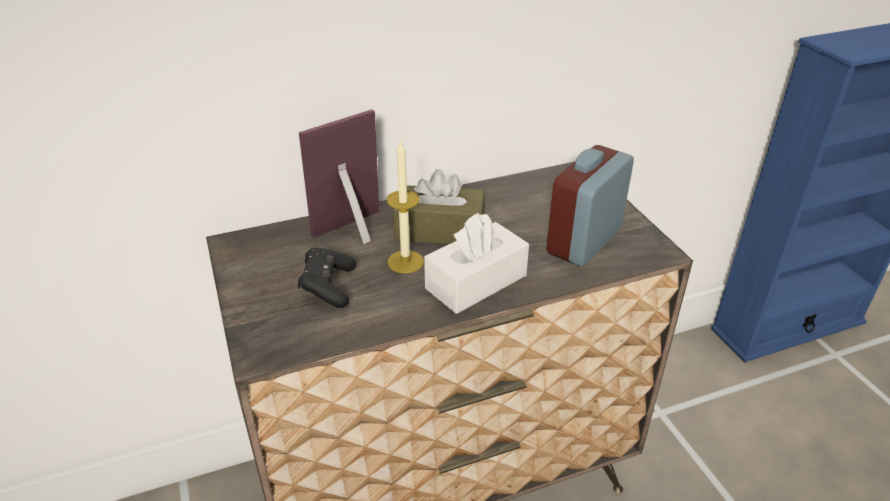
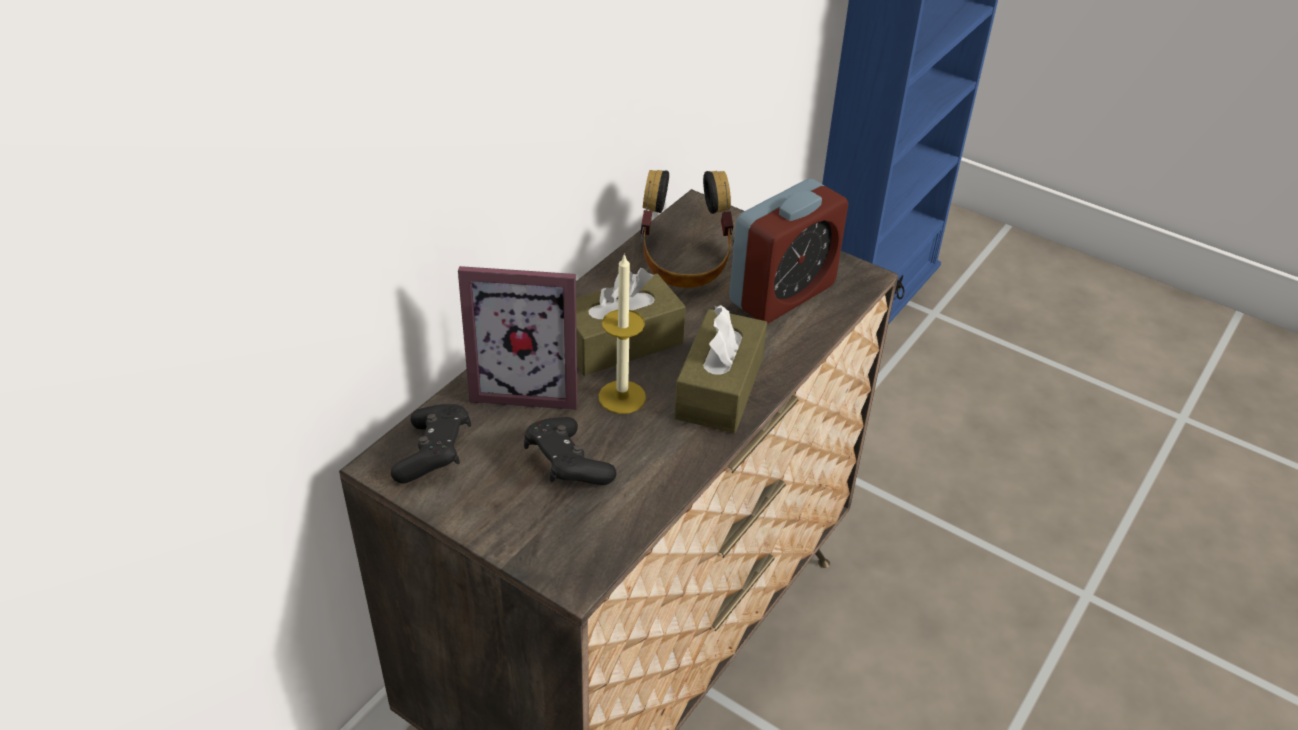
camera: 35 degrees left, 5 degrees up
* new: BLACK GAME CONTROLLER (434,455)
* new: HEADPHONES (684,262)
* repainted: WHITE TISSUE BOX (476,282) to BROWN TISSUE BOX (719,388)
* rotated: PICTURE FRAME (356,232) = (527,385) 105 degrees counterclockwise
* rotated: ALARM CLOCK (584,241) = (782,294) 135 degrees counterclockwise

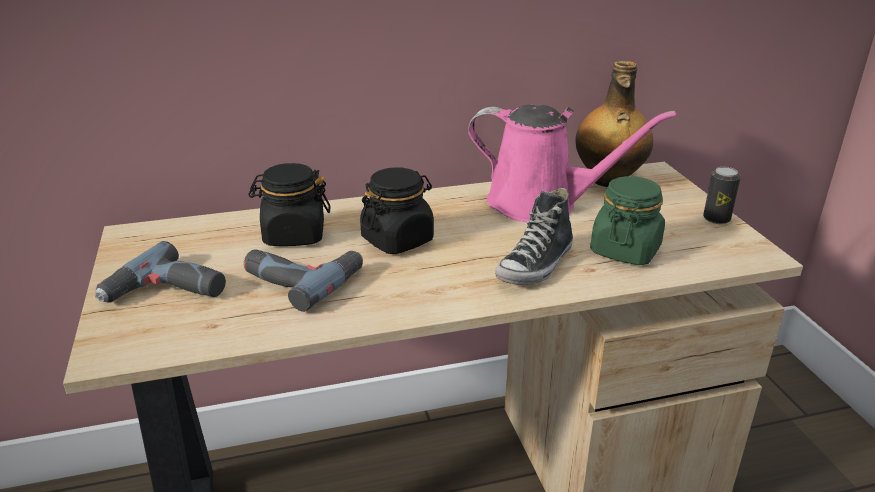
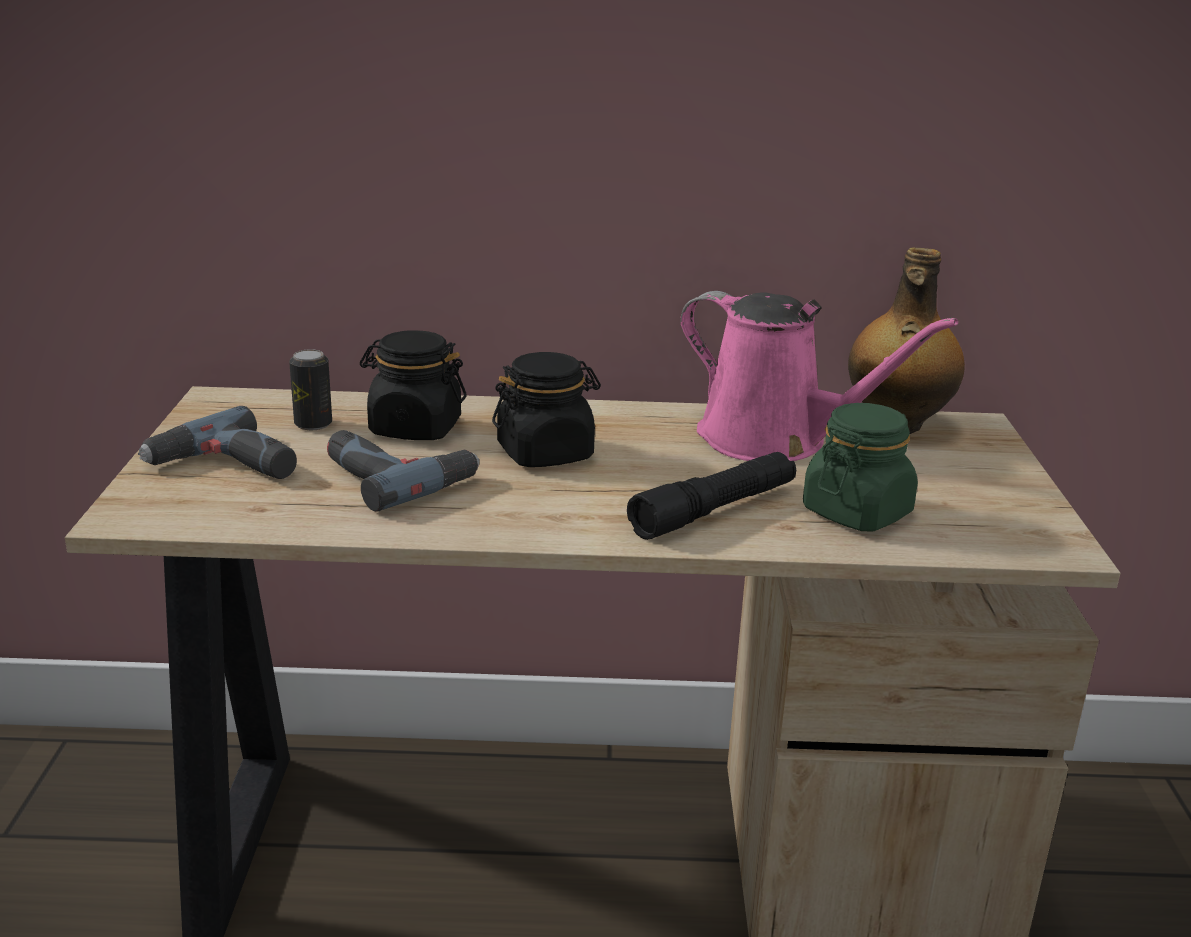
camera: 15 degrees right, 5 degrees down
* shifted: CAN (716,219) to (313,424)
* swapped: SHOE (536,265) to BLACK FLASHLIGHT (714,510)

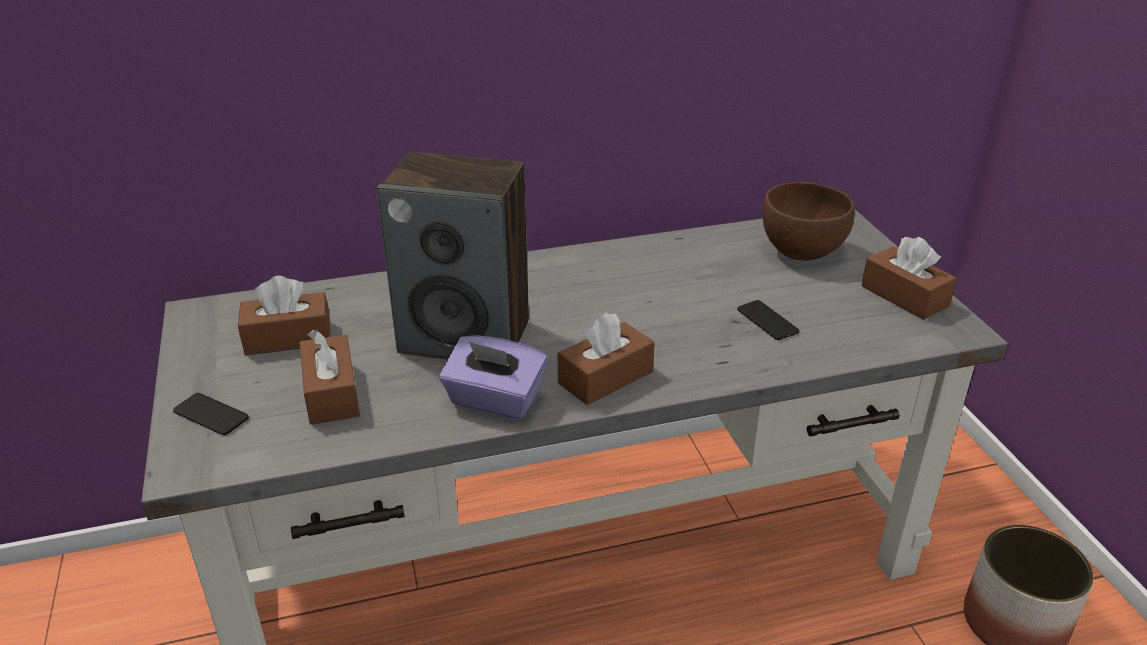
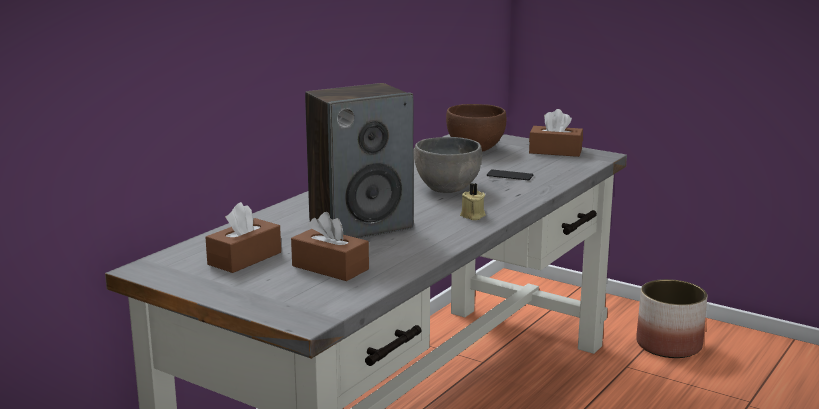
camera: 40 degrees left, 15 degrees down
* gone: PHONE (211,415)
* gone: PURPLE TISSUE BOX (494,401)
* new: GREY BOWL (447,189)
* swapped: BROWN TISSUE BOX (605,377) to BEIGE CANDLE (472,216)

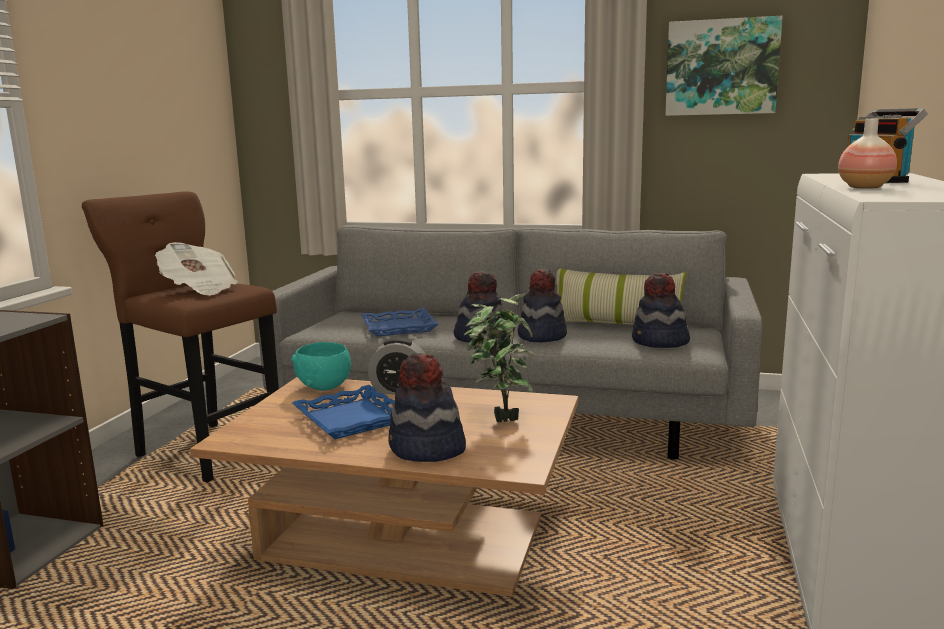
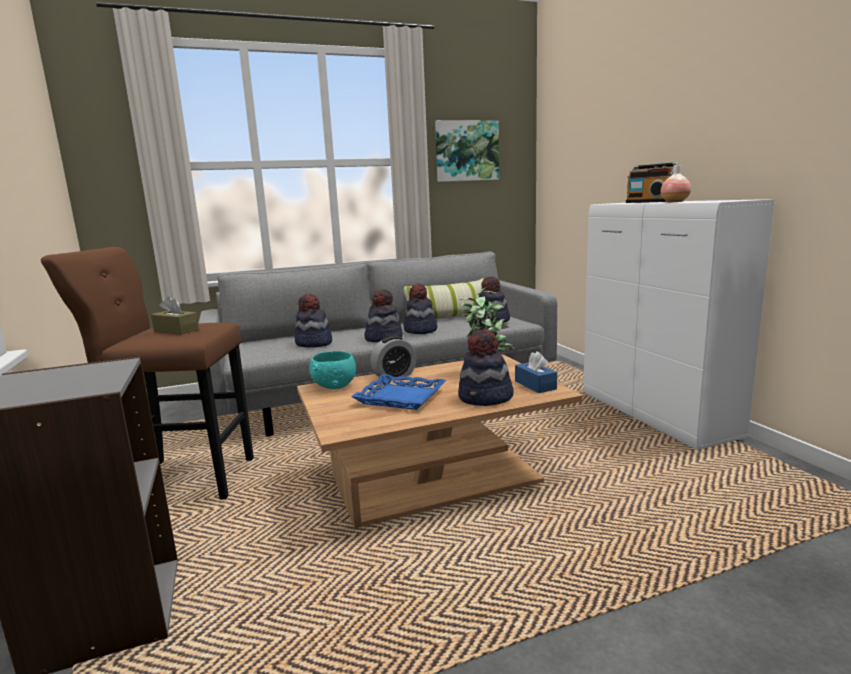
camera: 35 degrees left, 0 degrees up
* new: BLUE TISSUE BOX (535,385)
* swapped: NEWSPAPER (199,289) to BROWN TISSUE BOX (176,330)
* swapped: BLUE TRAY (399,328) to HAT (313,343)

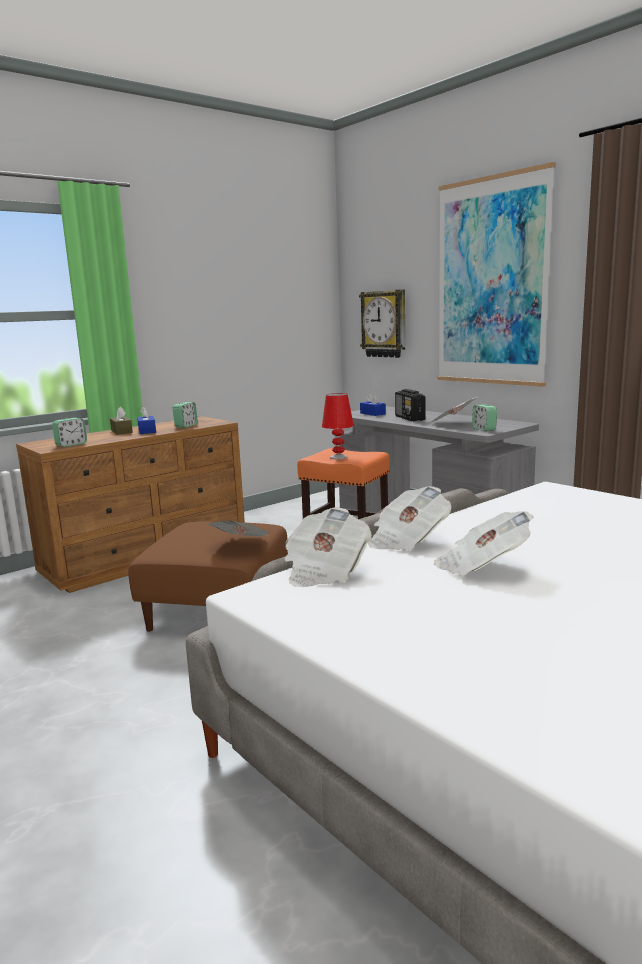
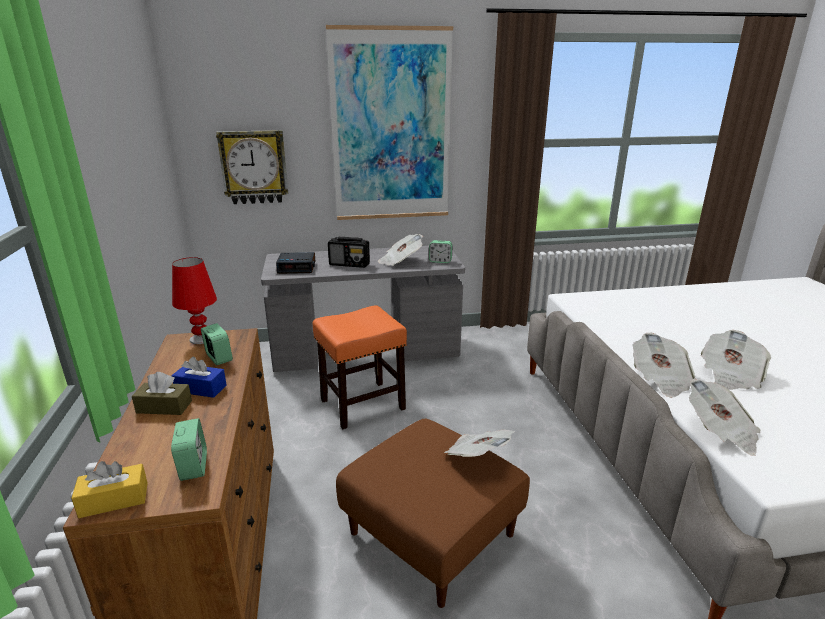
camera: 60 degrees left, 10 degrees up
* new: YELLOW TISSUE BOX (114,500)
* shifted: RED TABLE LAMP (339,457) to (202,338)
* swapped: BLUE TISSUE BOX (372,413) to ALARM CLOCK (297,267)

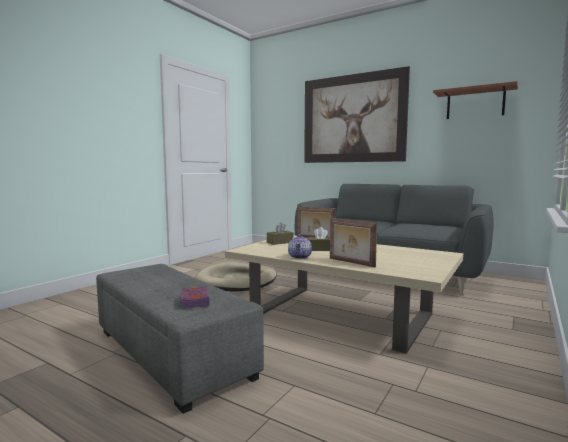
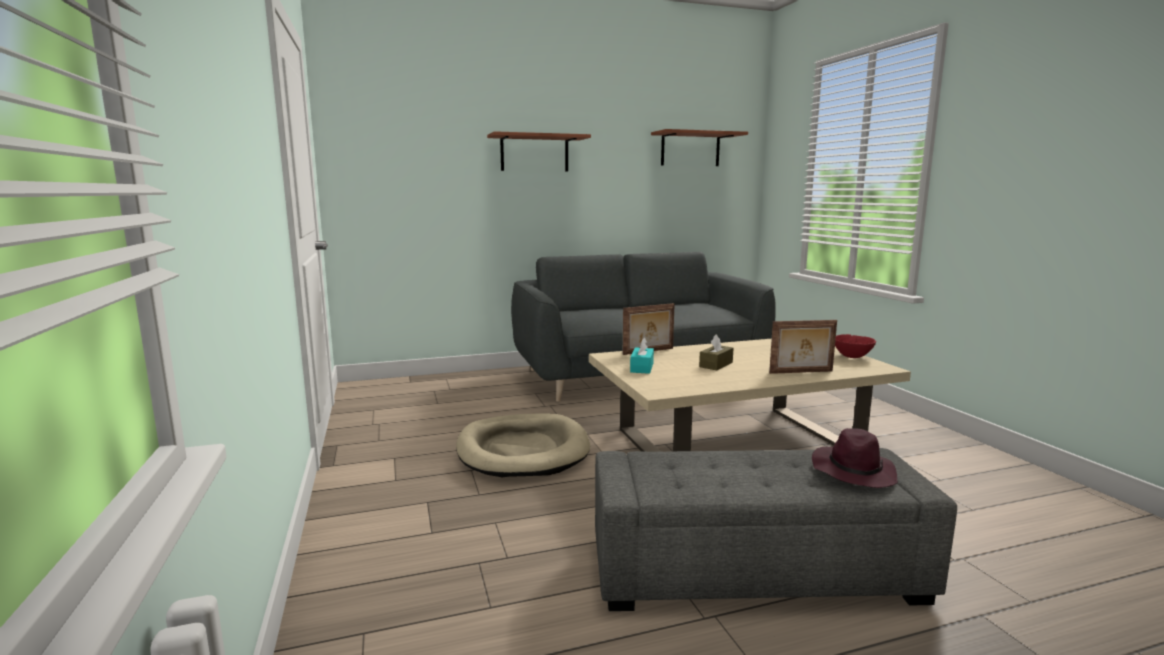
camera: 50 degrees left, 5 degrees up
* gone: TEAPOT (300,257)
* new: RED BOWL (852,357)
* swapped: PURPLE BOOK (194,301) to PURPLE HAT (853,472)
* swapped: PICTURE (353,119) to SHELF (534,153)
* repainted: BROWN TISSUE BOX (280,242) to TURQUOISE TISSUE BOX (642,367)

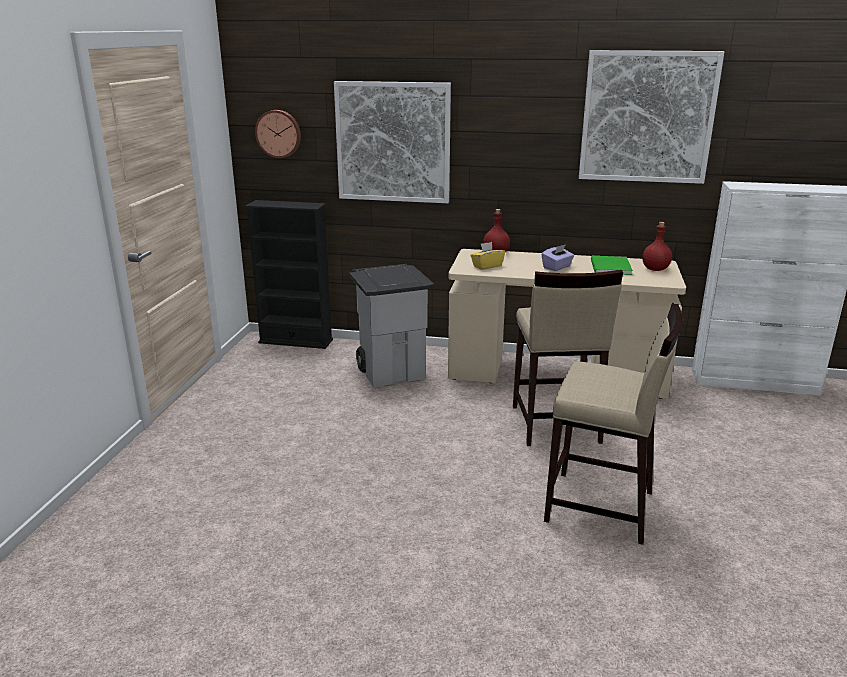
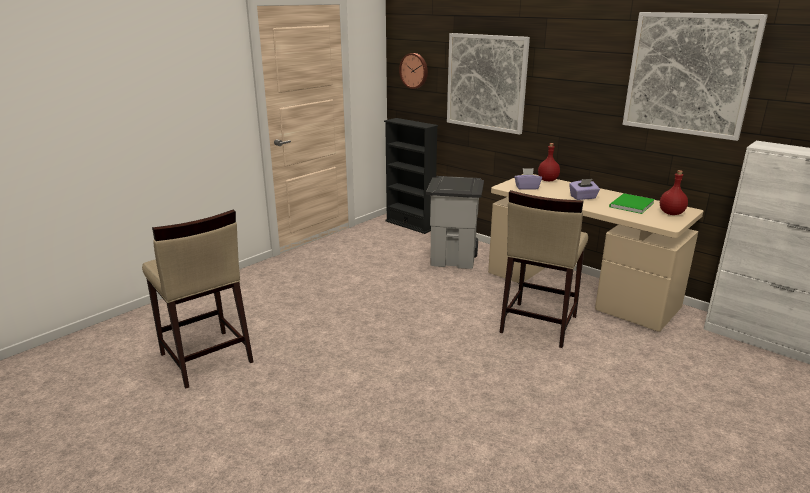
camera: 30 degrees right, 0 degrees up
* shifted: BEIGE STOOL (600,507) to (206,359)
* repainted: YELLOW TISSUE BOX (487,266) to PURPLE TISSUE BOX (527,187)

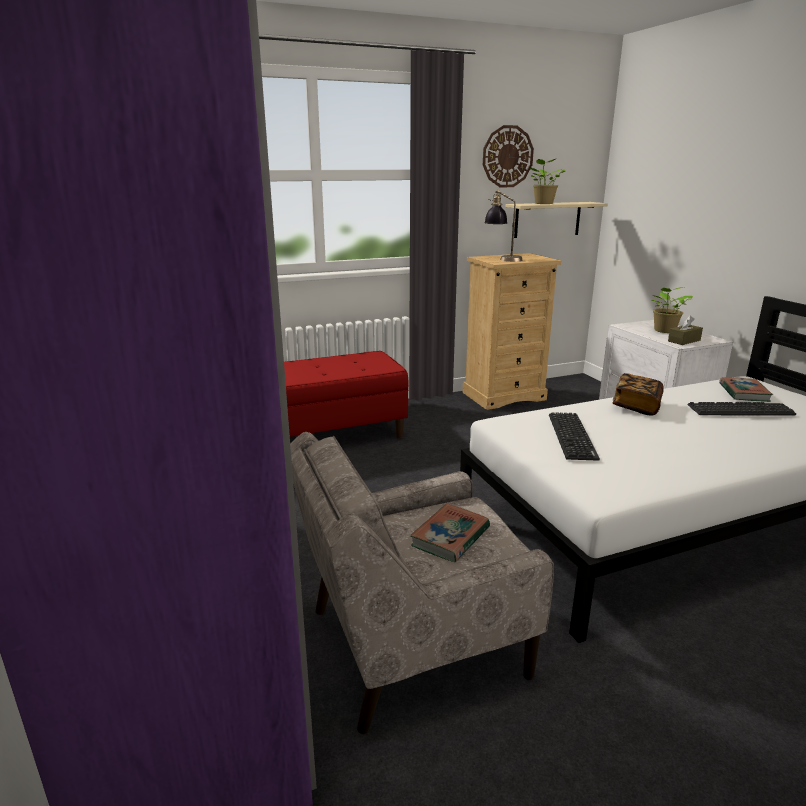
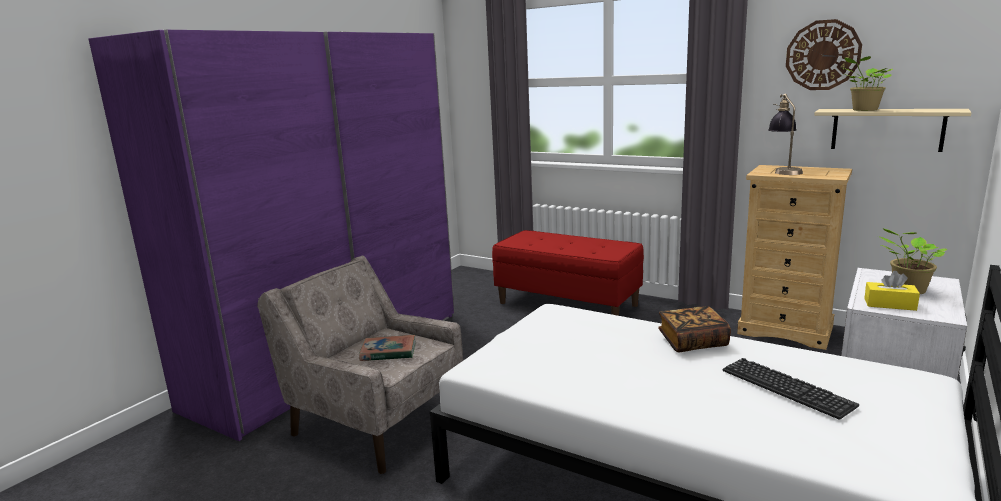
camera: 55 degrees right, 5 degrees down
* gone: KEYBOARD (572,436)
* gone: BOOK (743,393)
* repainted: BROWN TISSUE BOX (684,341) to YELLOW TISSUE BOX (889,304)

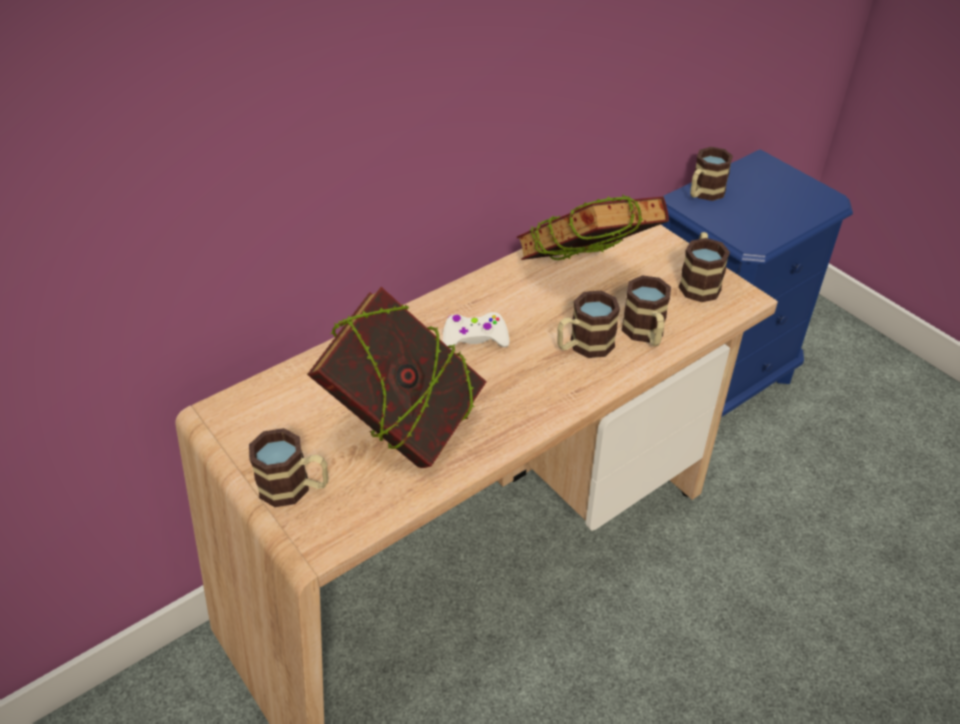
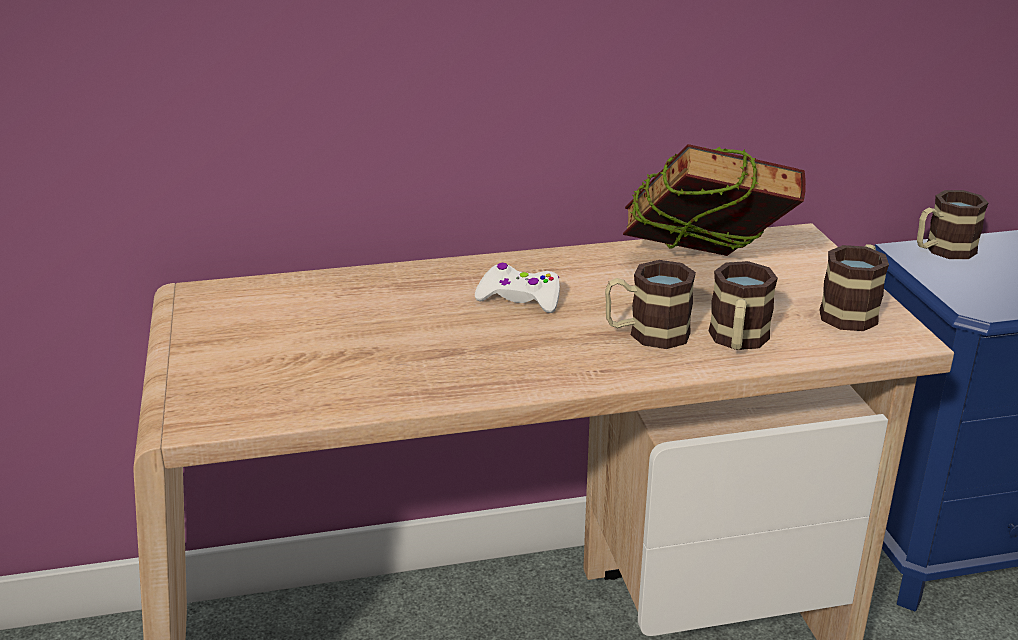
camera: 25 degrees right, 15 degrees down
* gone: MUG (295,488)
* gone: BOOK (404,428)

